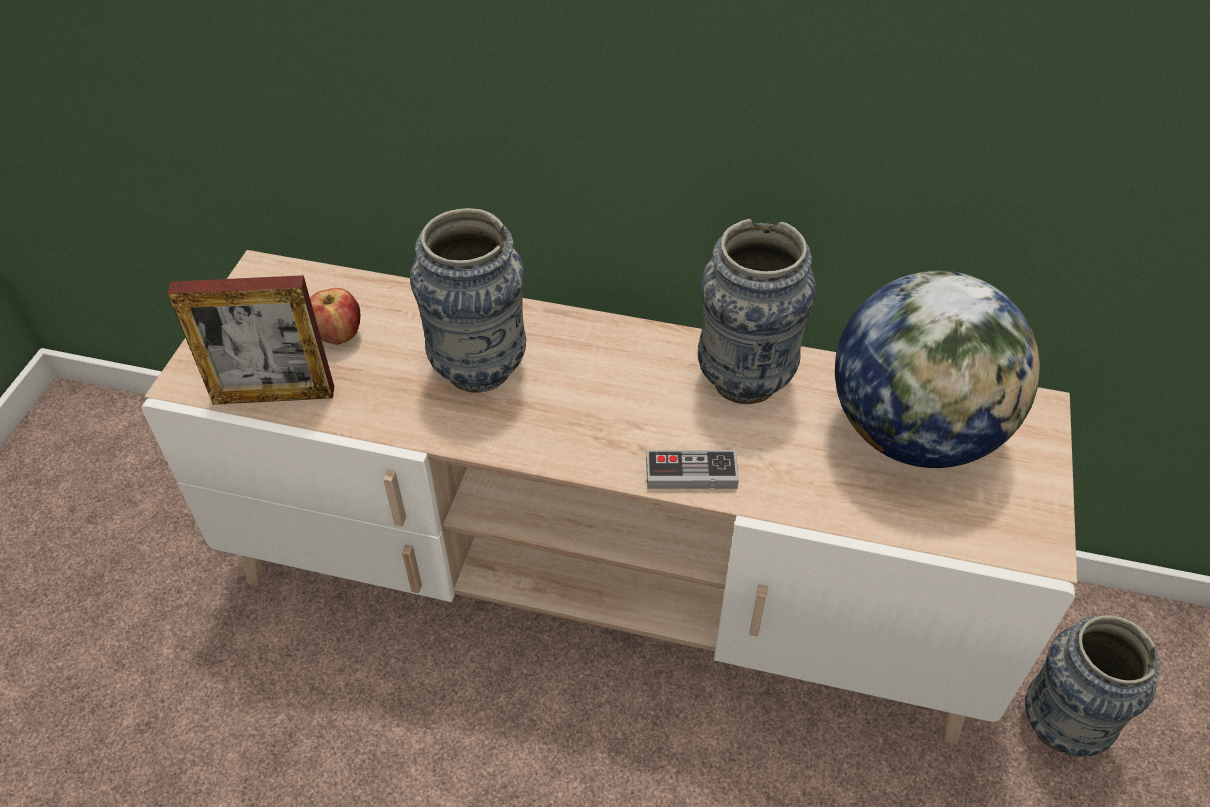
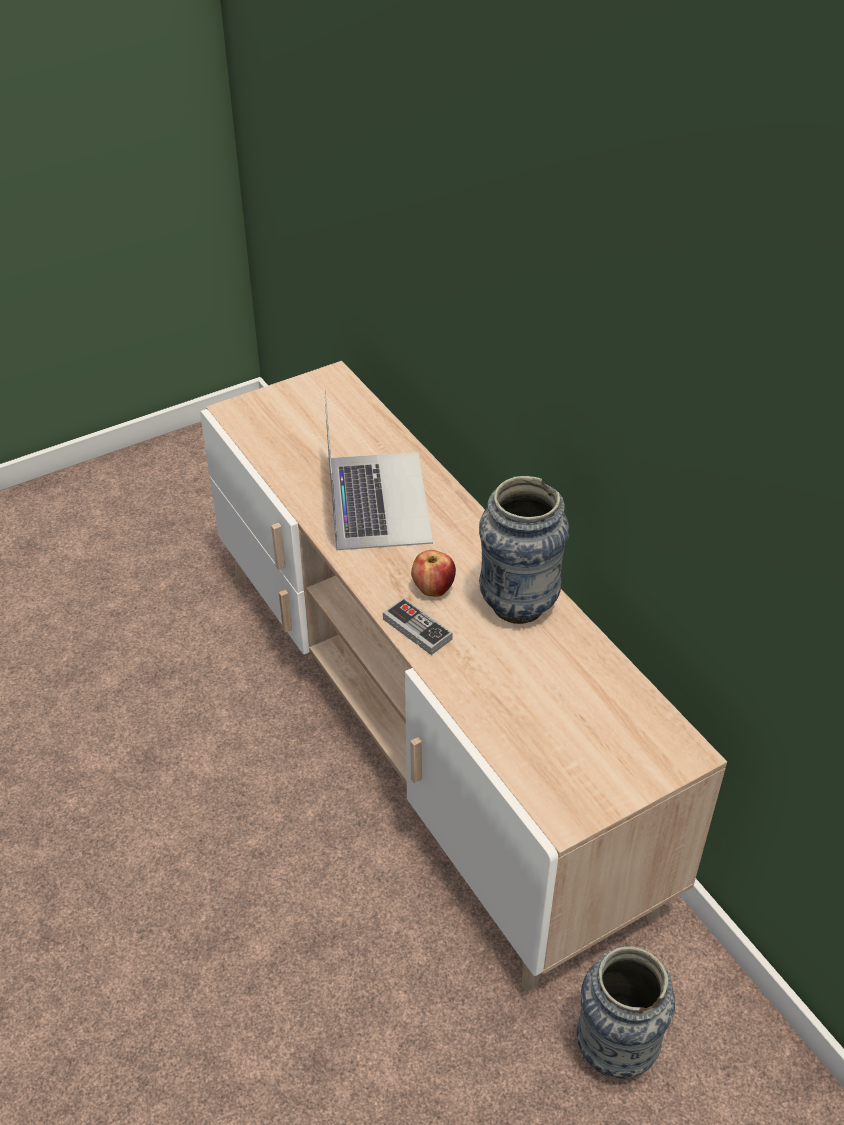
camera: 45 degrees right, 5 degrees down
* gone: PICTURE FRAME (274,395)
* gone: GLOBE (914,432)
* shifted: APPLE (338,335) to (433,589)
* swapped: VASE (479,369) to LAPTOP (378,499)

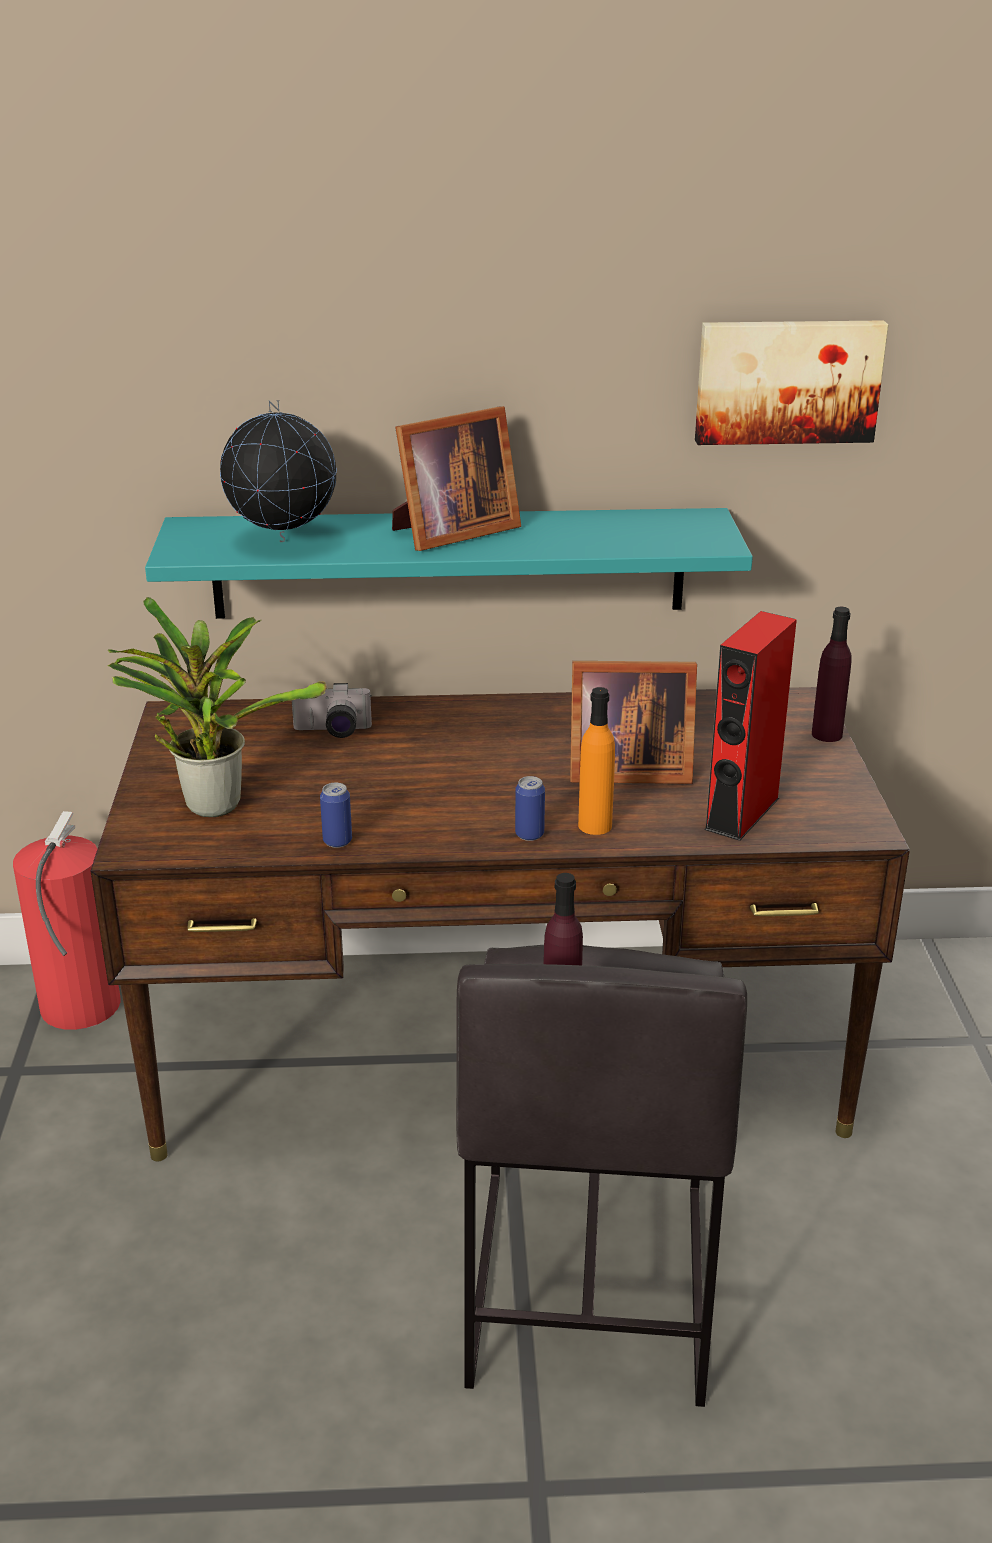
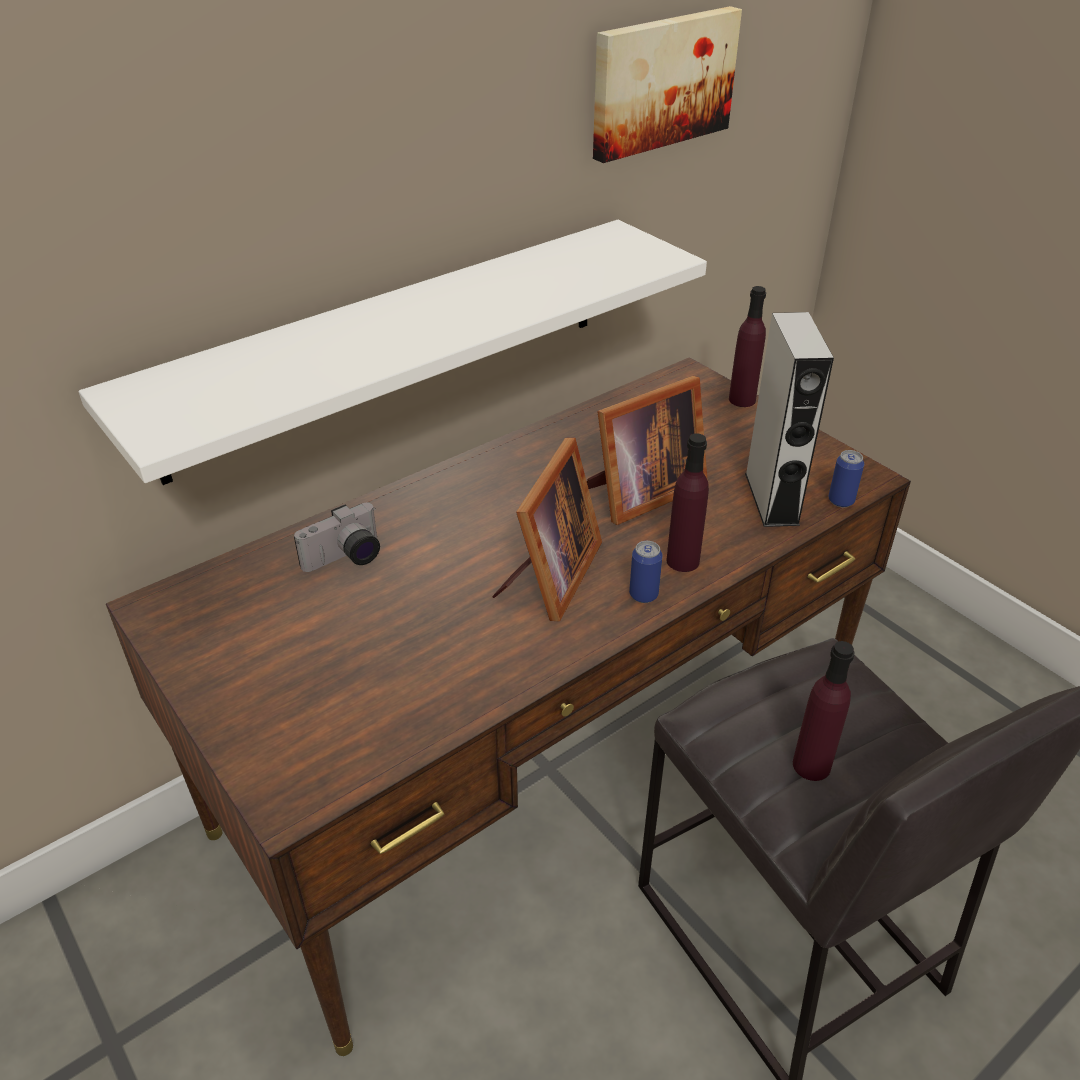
camera: 35 degrees left, 10 degrees up
* gone: FIRE EXTINGUISHER (78,1007)
* gone: POTTED PLANT (210,802)
* gone: GLOBE (284,542)
* shifted: CAN (337,841) to (841,501)
* shifted: PICTURE FRAME (450,533) to (549,577)
* repainted: TURQUOISE SHELF (449,563) to WHITE SHELF (392,345)
* repainted: ORANGE BOTTLE (595,825) to PURPLE BOTTLE (682,561)
* repainted: RED SPEAKER (742,813) to GREY SPEAKER (771,498)

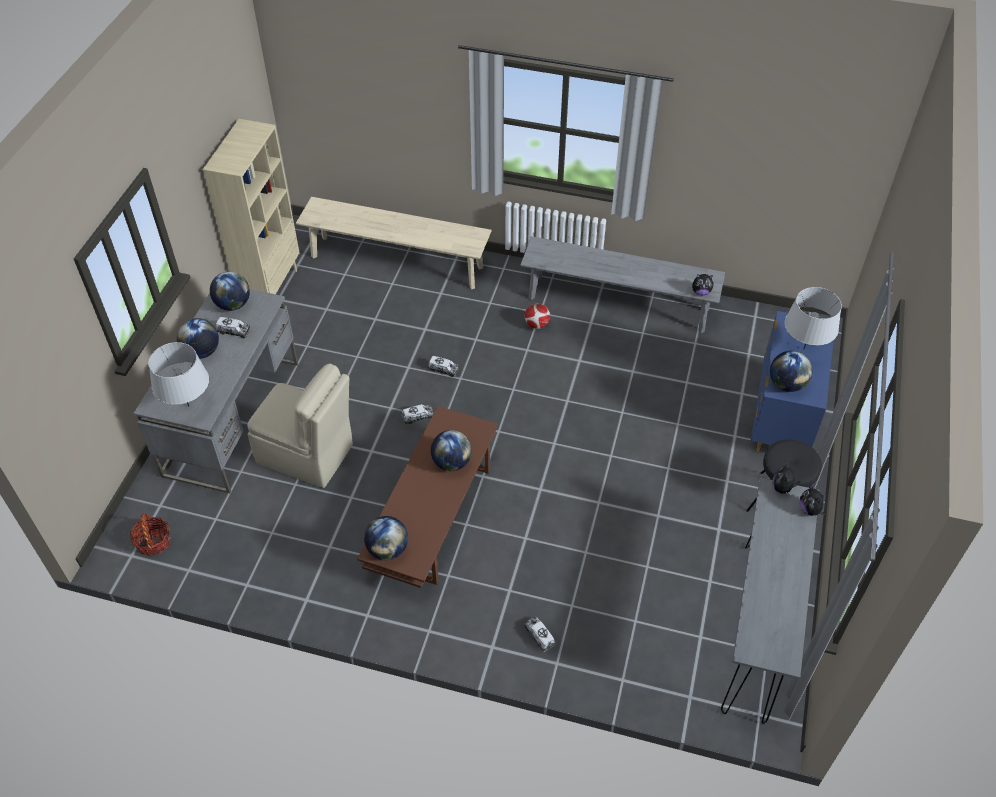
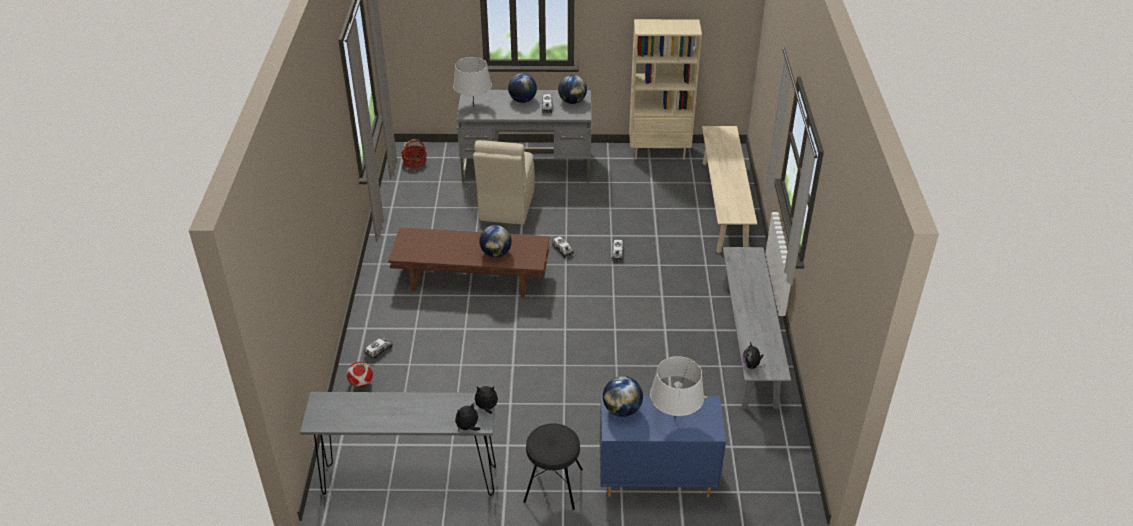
camera: 75 degrees right, 10 degrees down
* gone: GLOBE (388,549)
* shifted: FOOTBALL (536,325) to (361,383)

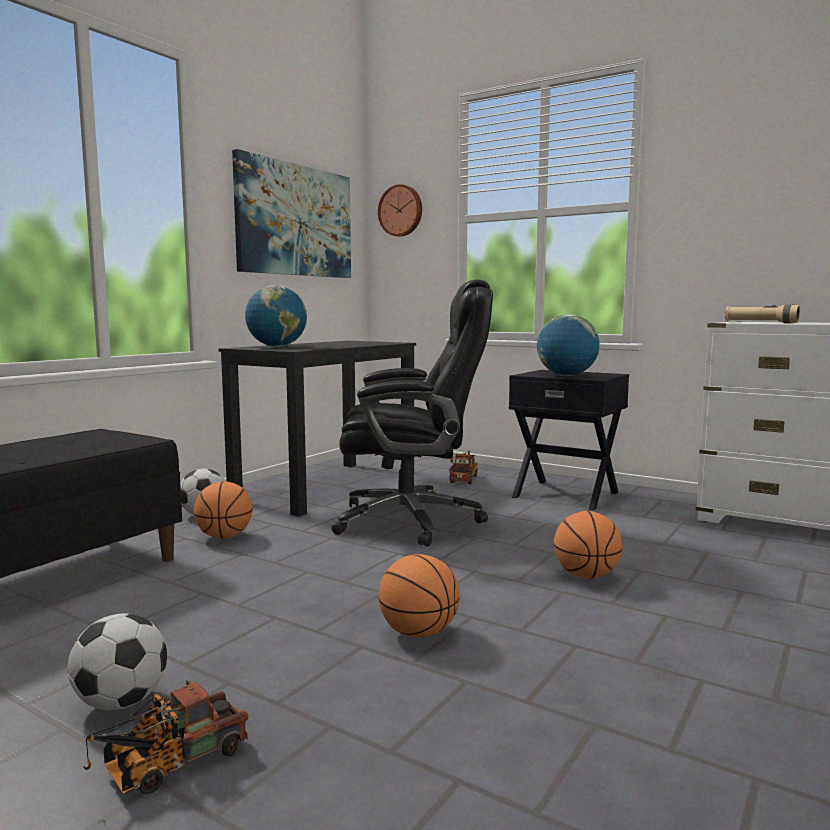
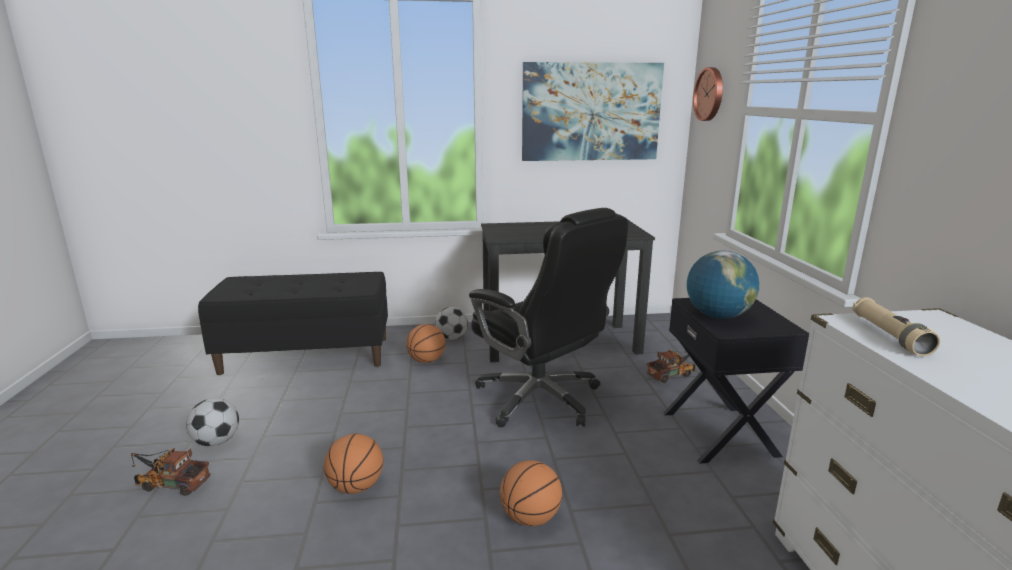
camera: 50 degrees right, 10 degrees up
* gone: GLOBE (277,347)

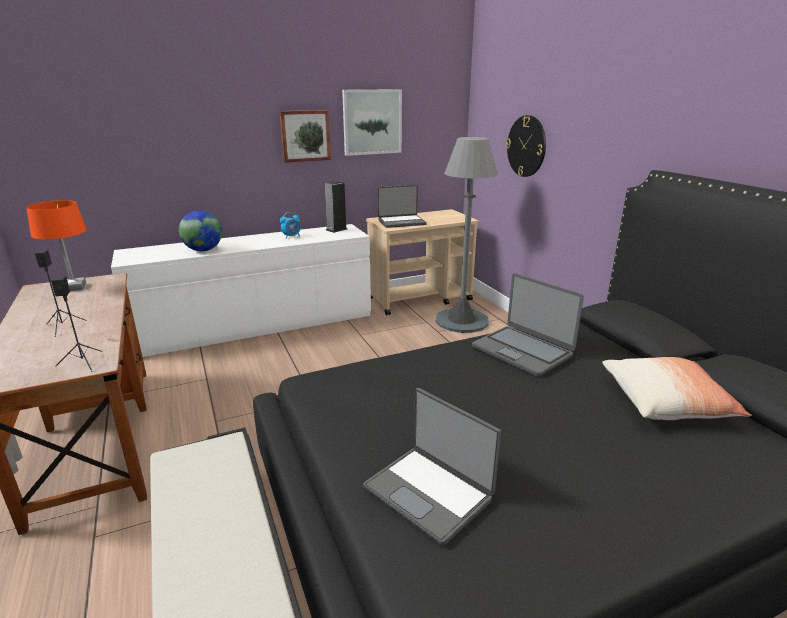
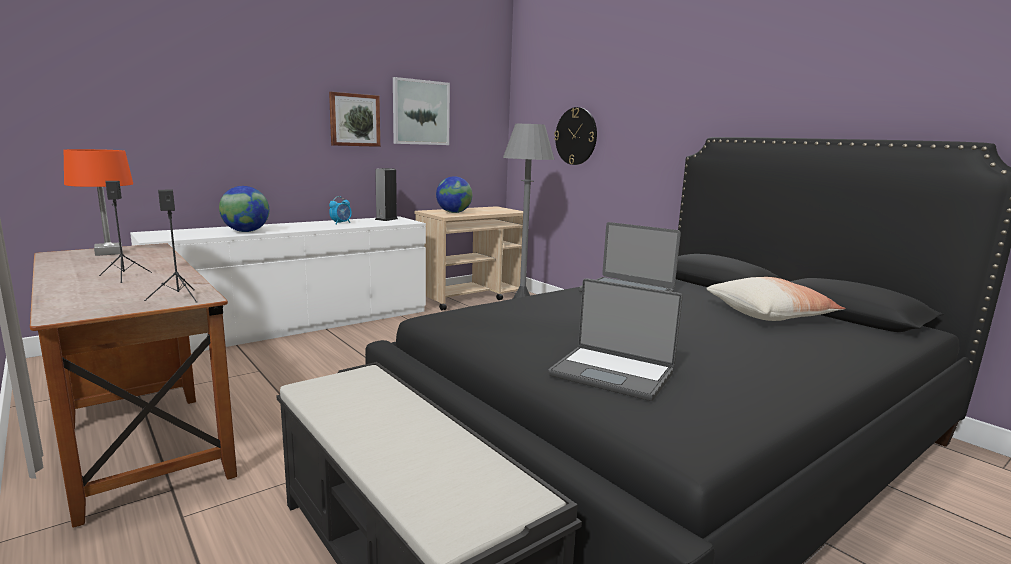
camera: 15 degrees left, 10 degrees down
* swapped: LAPTOP (401,222) to GLOBE (454,212)

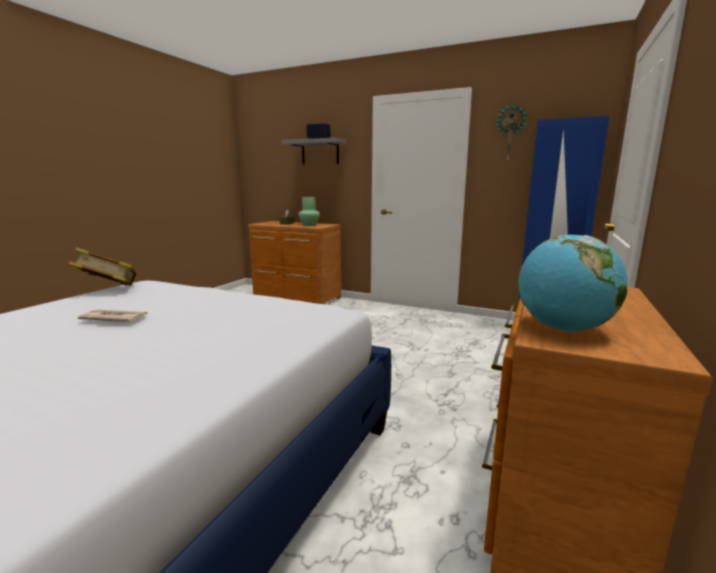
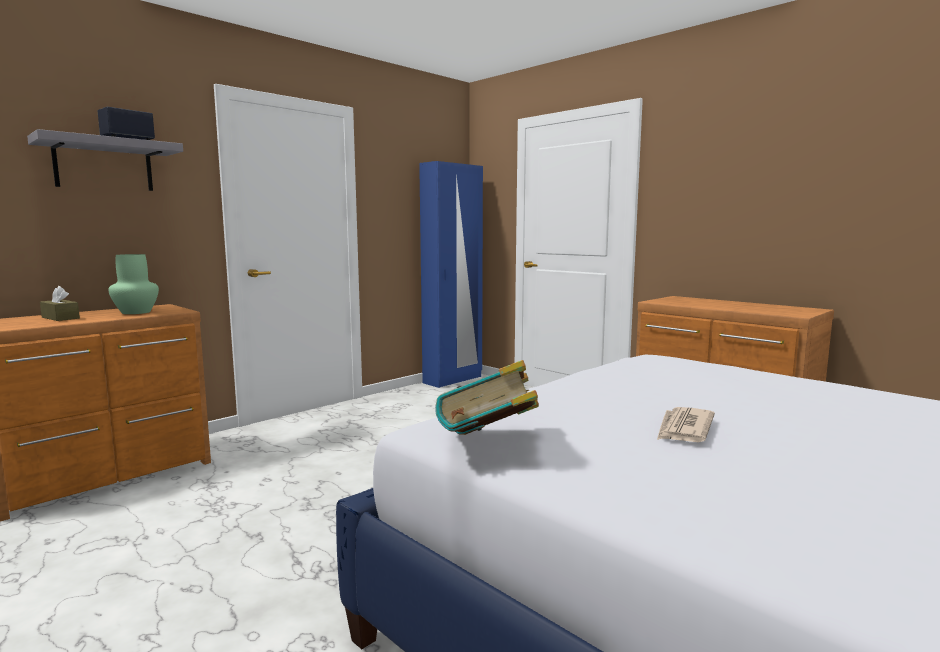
camera: 70 degrees left, 5 degrees down
* gone: WALL CLOCK (510,133)
* gone: GLOBE (563,329)

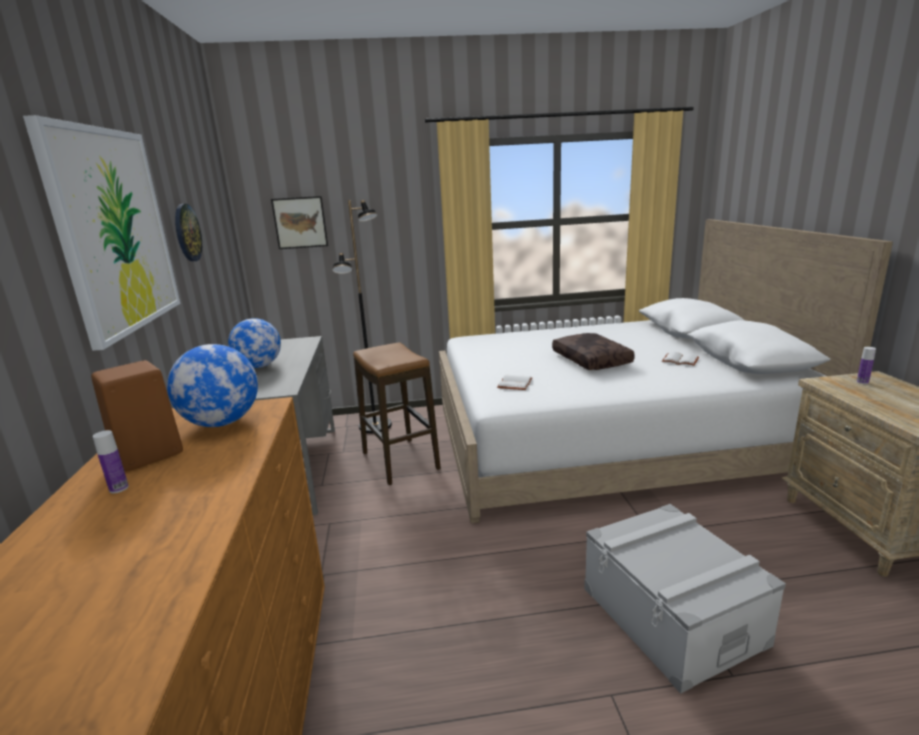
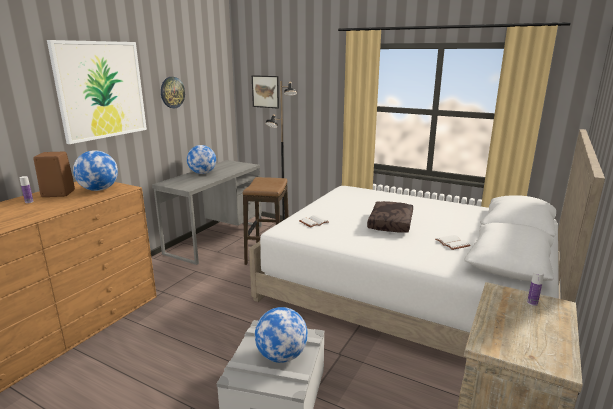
camera: 35 degrees right, 0 degrees up
* new: GLOBE (281,356)

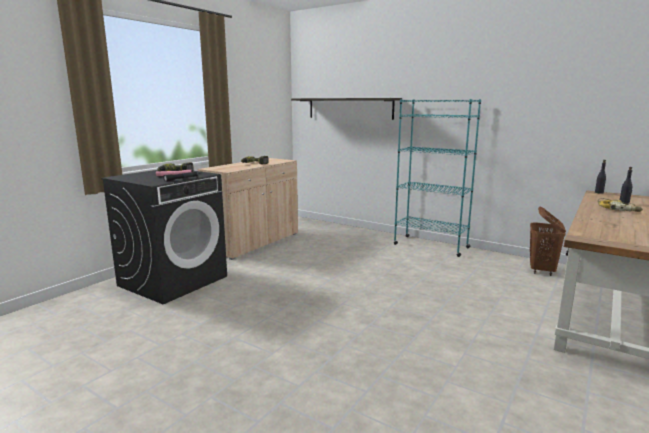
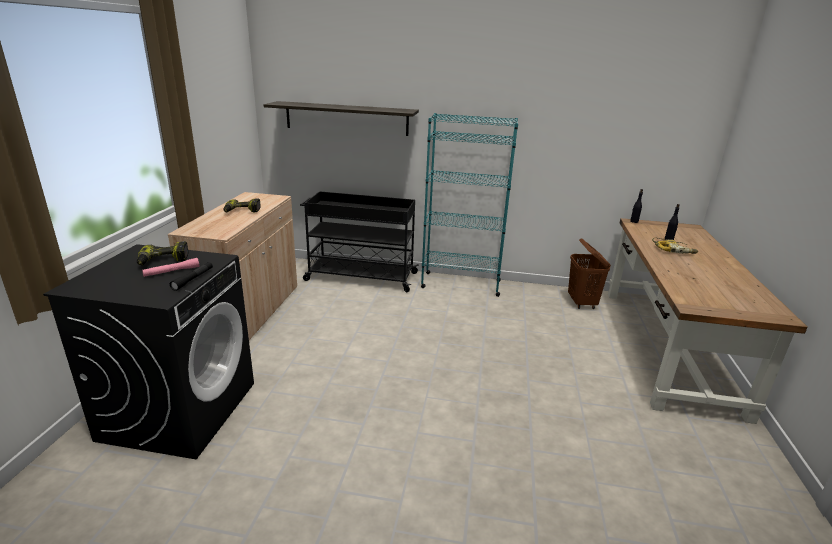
camera: 25 degrees left, 10 degrees up
* new: BLACK CART (360,276)

